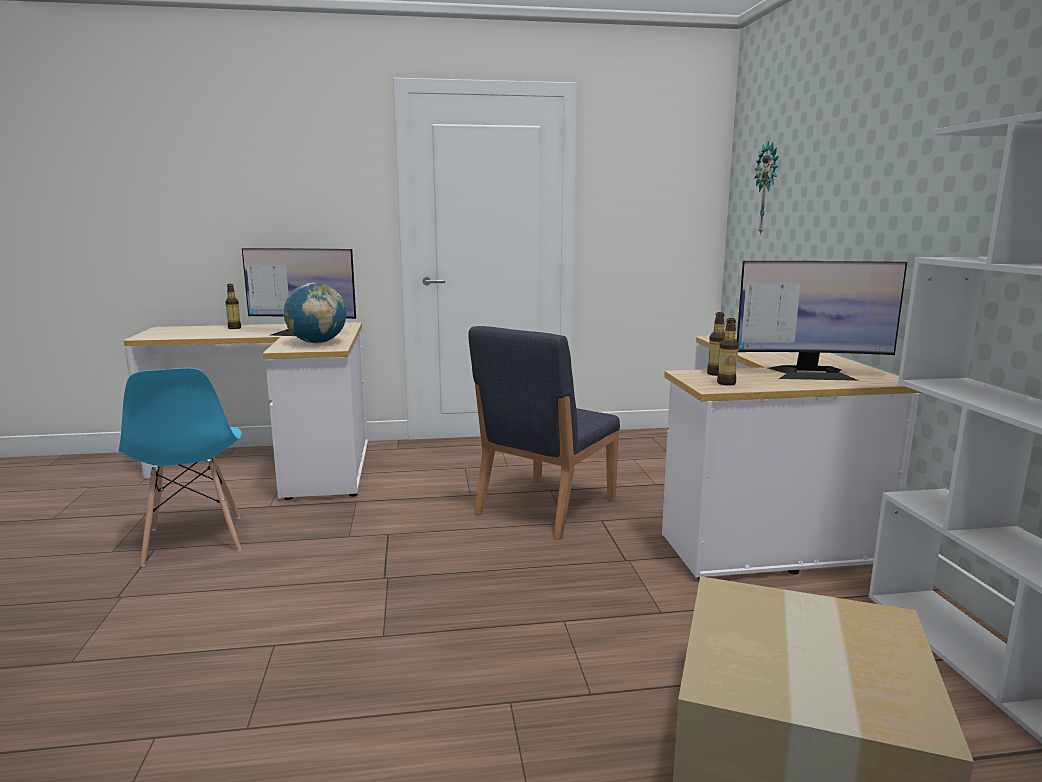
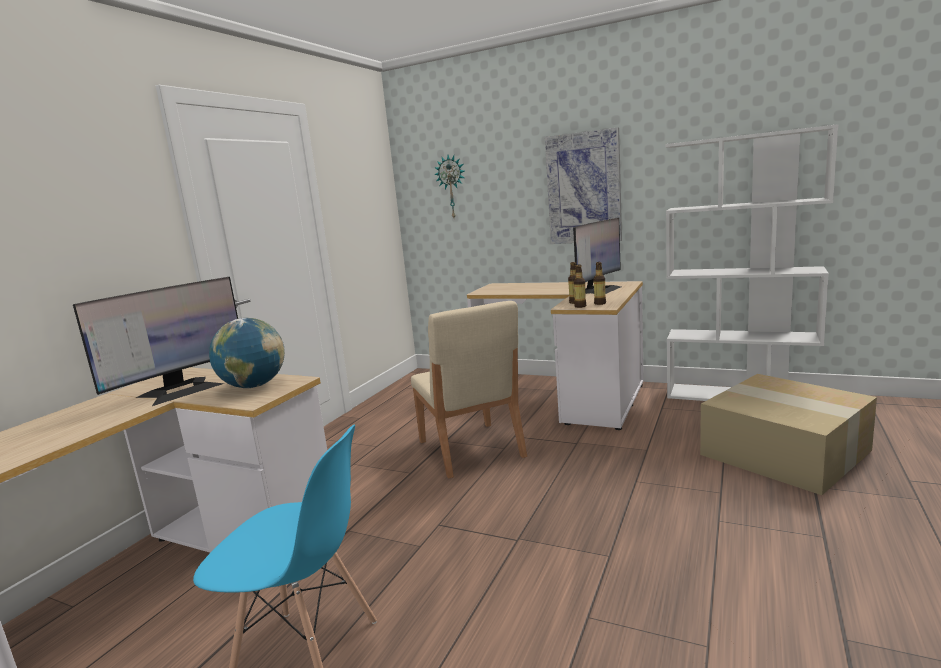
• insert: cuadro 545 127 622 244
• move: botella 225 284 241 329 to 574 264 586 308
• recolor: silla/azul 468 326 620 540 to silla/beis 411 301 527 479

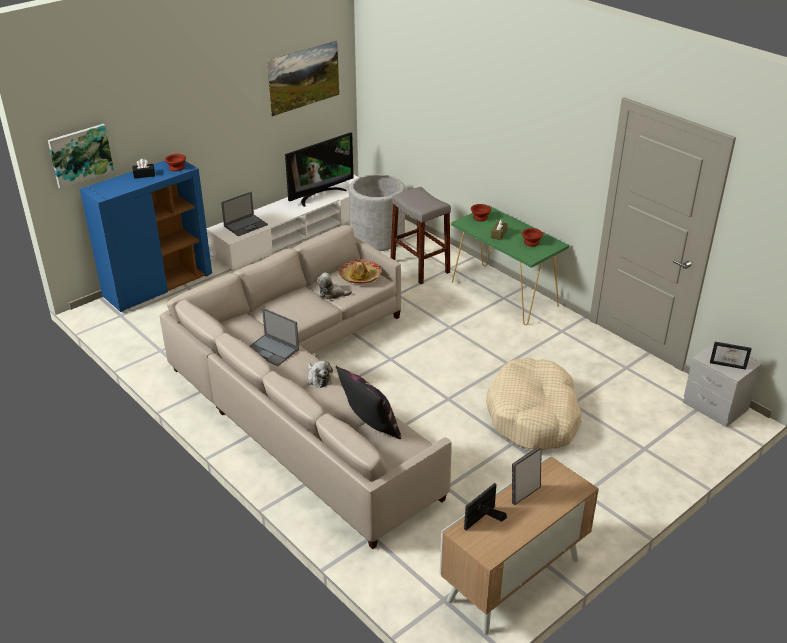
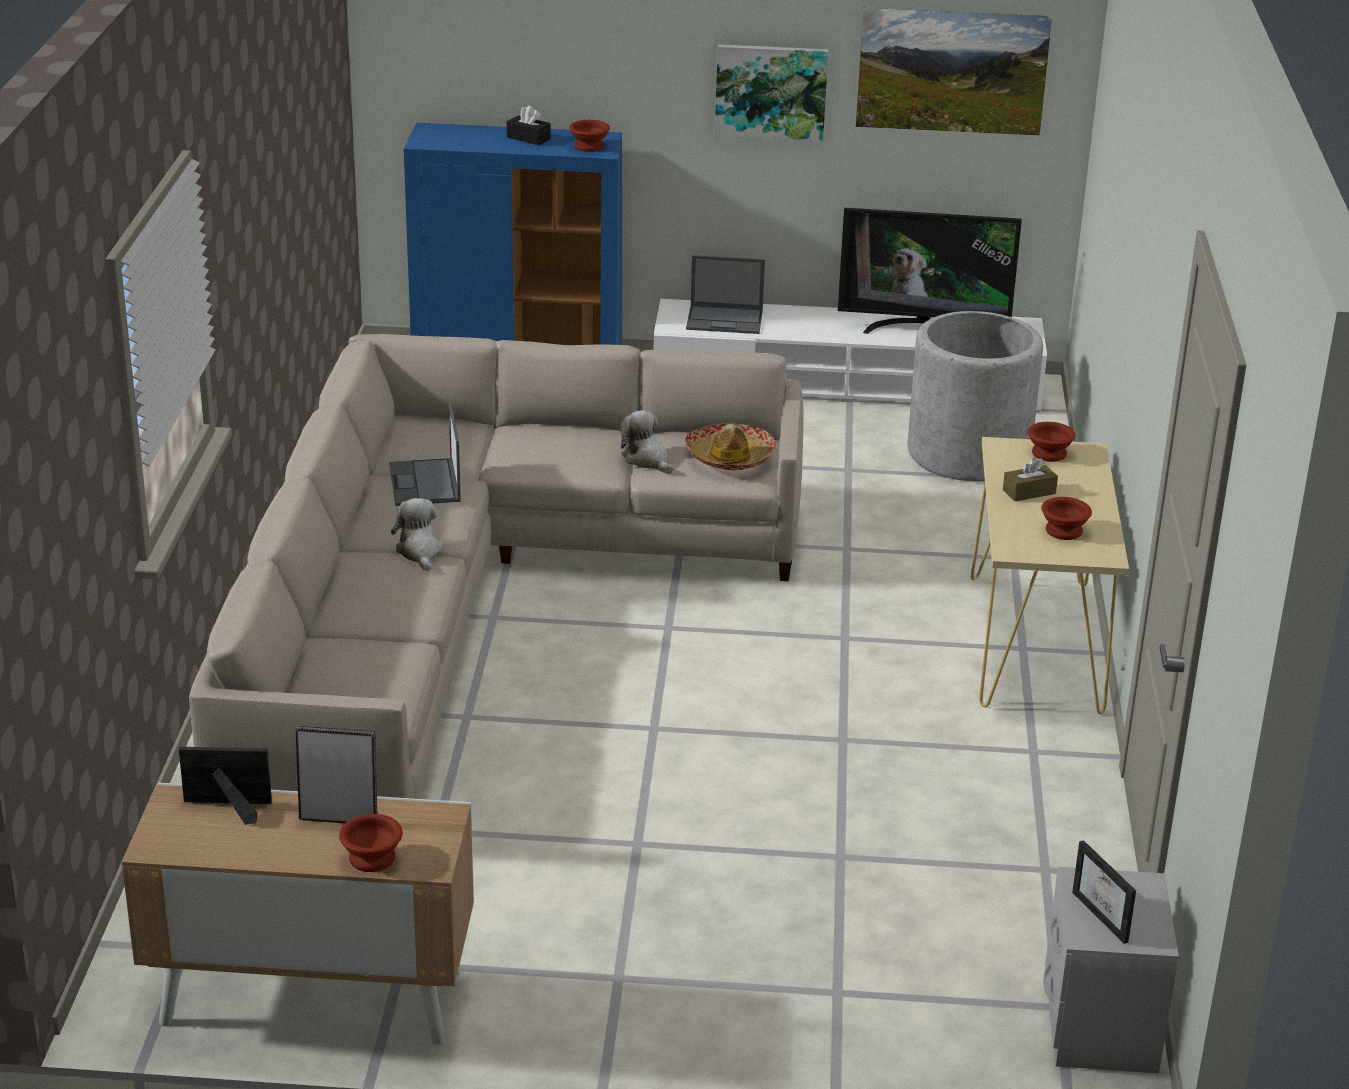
• delete: cojín 336 366 401 439
• delete: taburete/gris 390 187 451 284
• delete: cama para perro/beis 486 358 581 450
• insert: cuenco/marrón 339 814 403 872
• move: cuadro 48 124 114 188 to 715 44 828 142
• recolor: mesa consola/verde 451 205 569 325 to mesa consola/beis 971 437 1129 714
• rotate: peluche 308 361 333 388 = 391 498 444 571 150 degrees clockwise

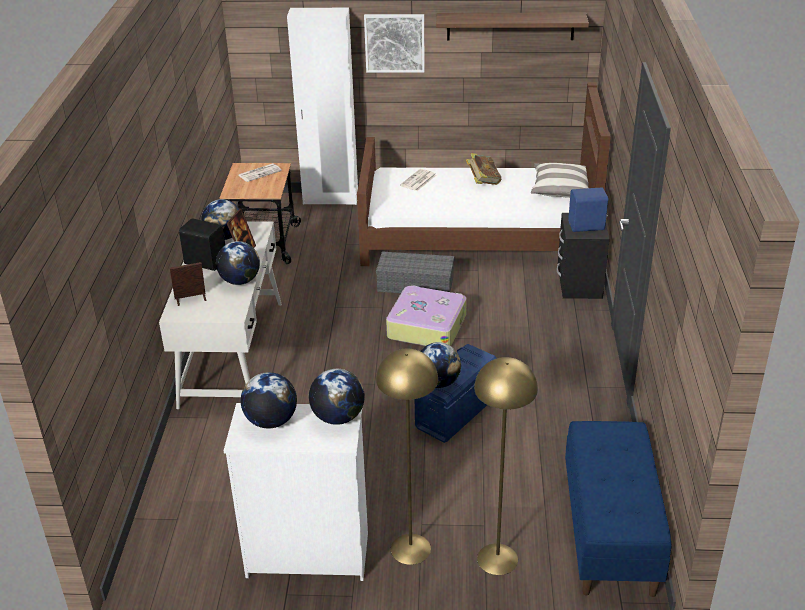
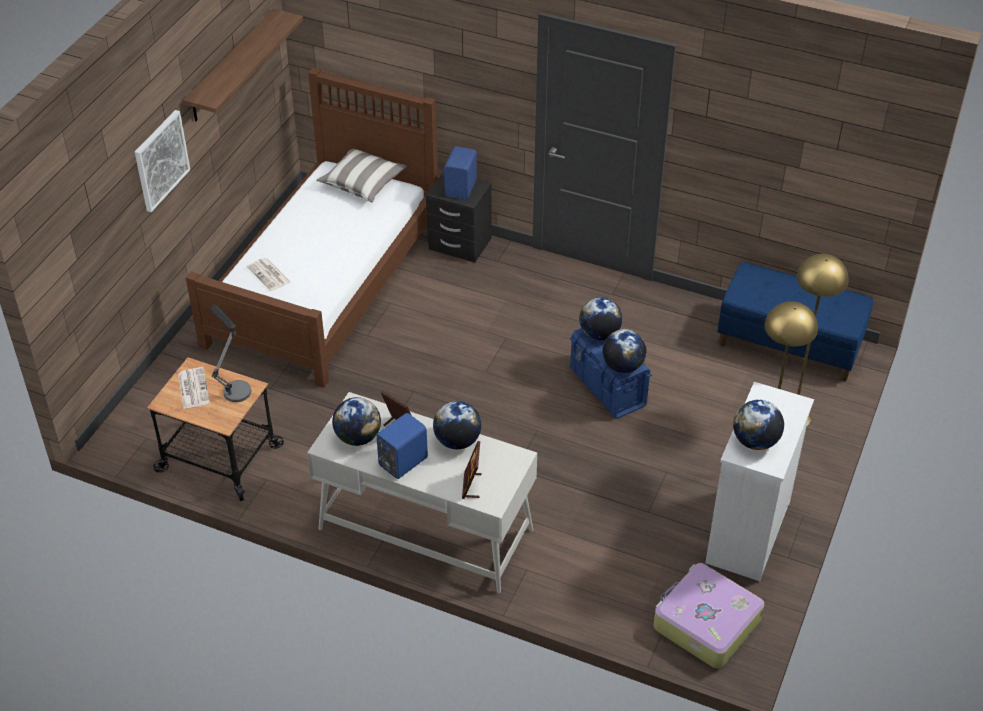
• delete: armario ropero/blanco 287 8 358 205
• delete: caja de almacenaje/gris 376 251 454 293
• delete: libro 466 153 501 185
• insert: lámpara de mesa 211 305 251 402
• move: globo terráqueo 309 369 365 425 to 579 297 622 340
• move: maleta 386 285 467 346 to 653 563 764 669
• recolor: altavoz/negro 179 218 225 271 to altavoz/azul 376 413 428 479

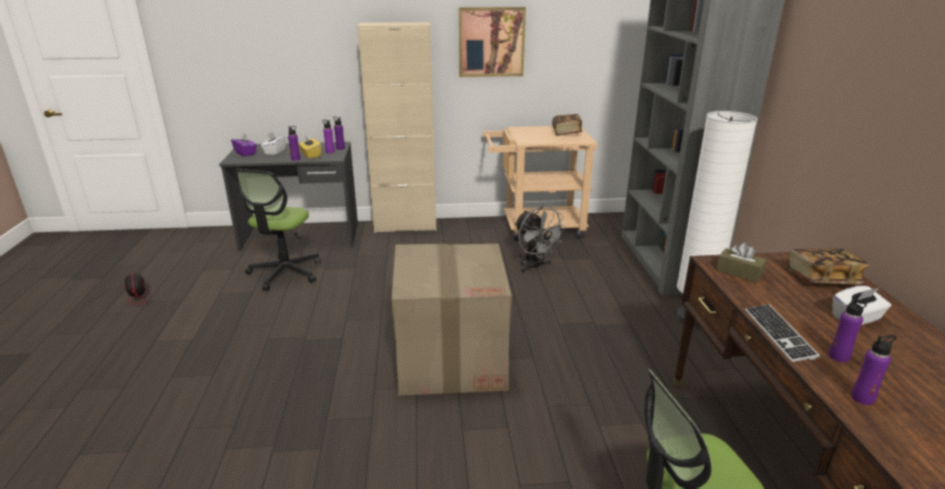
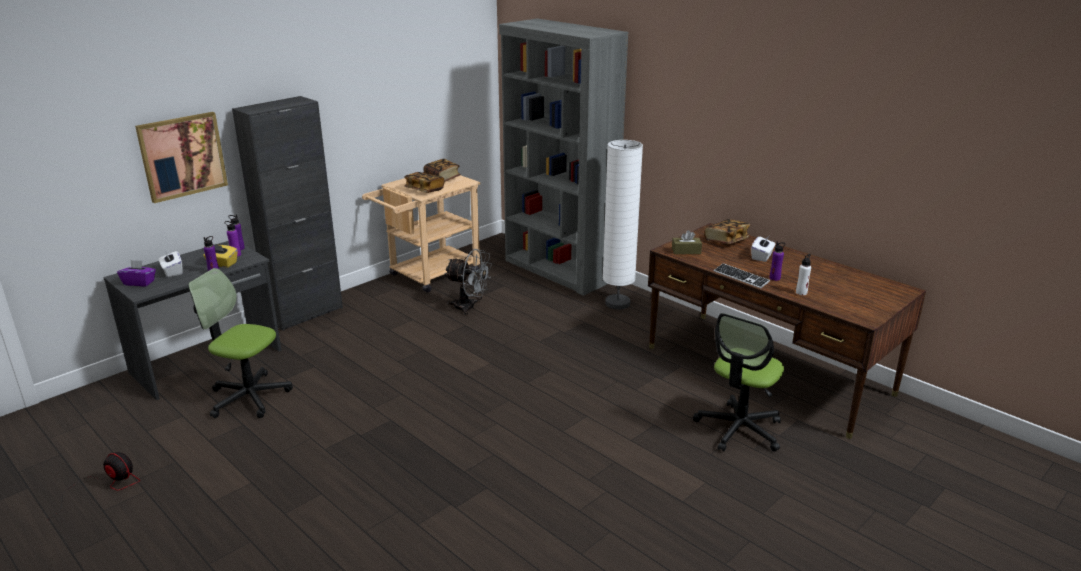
• delete: caja de cartón 391 244 512 396
• insert: libro 404 172 444 193
• move: cuadro 459 7 526 77 to 135 112 228 203
• recolor: armario/beis 357 22 436 233 to armario/negro 232 96 343 331
• recolor: botella/morado 851 335 897 405 to botella/blanco 796 254 811 295
• rotate: silla de oficina 235 169 321 291 = 188 268 293 418 135 degrees clockwise

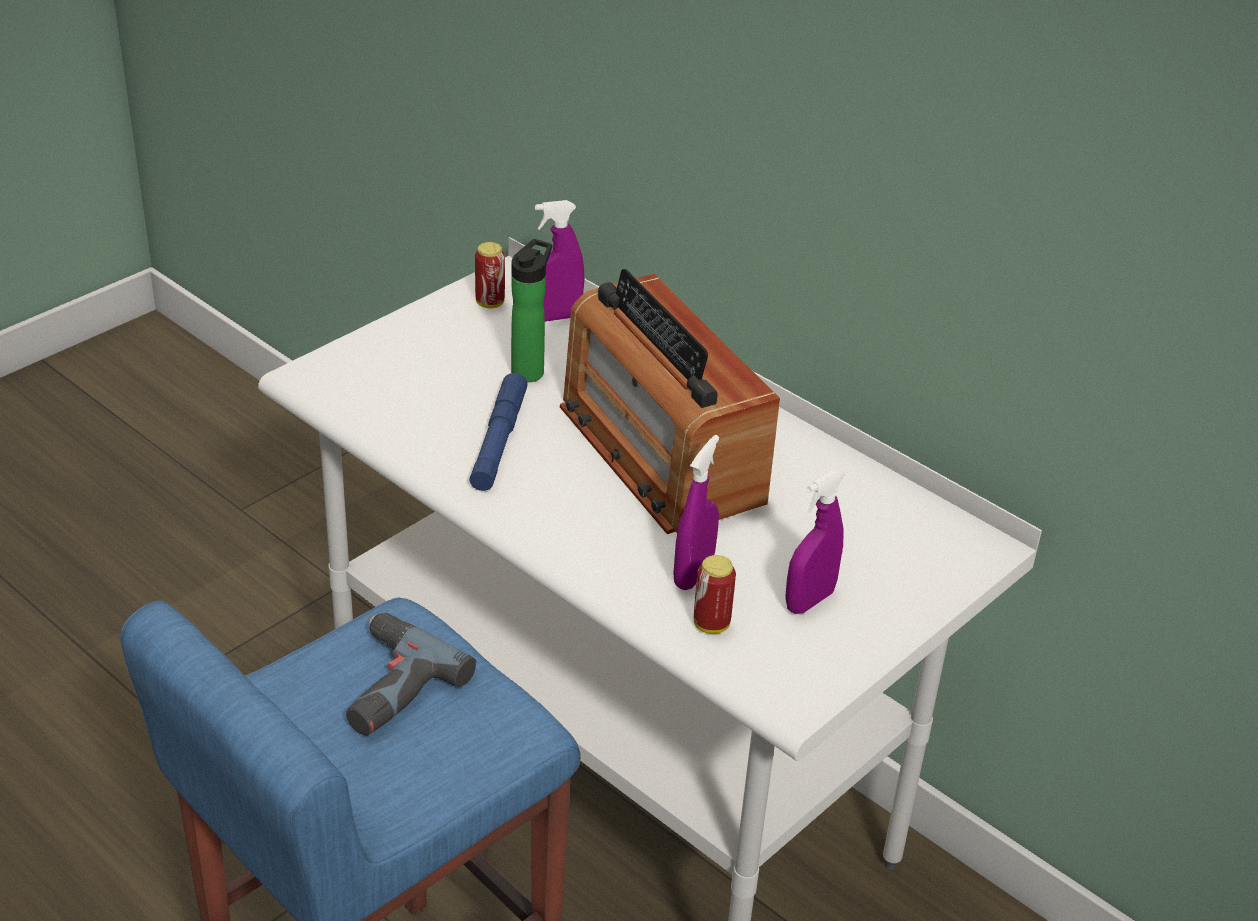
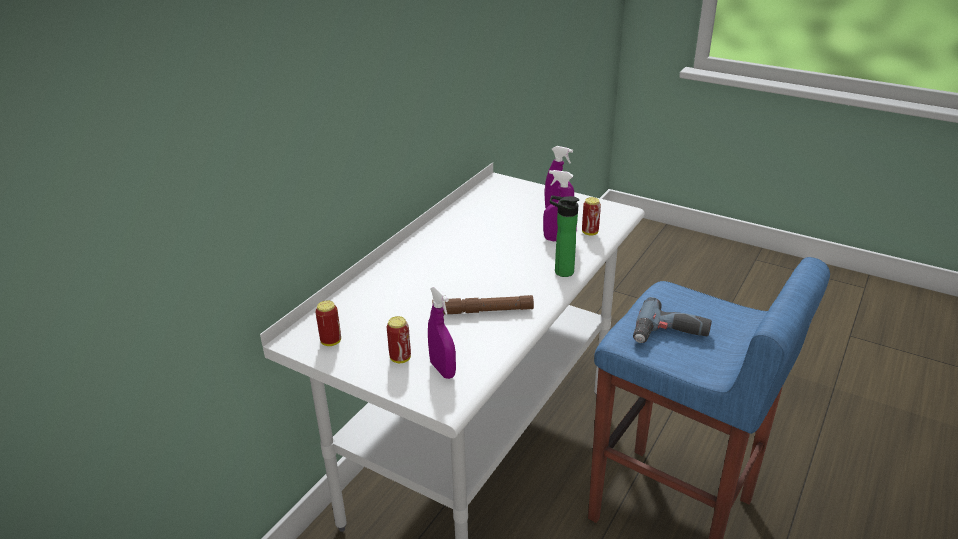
• delete: radio 560 269 780 534
• insert: lata 387 316 411 363
• move: botella 511 239 552 382 to 550 196 579 277
• move: pulverizador/morado 535 200 585 322 to 428 286 456 379
• recolor: linterna/azul 469 373 528 491 to linterna/marrón 432 295 534 315

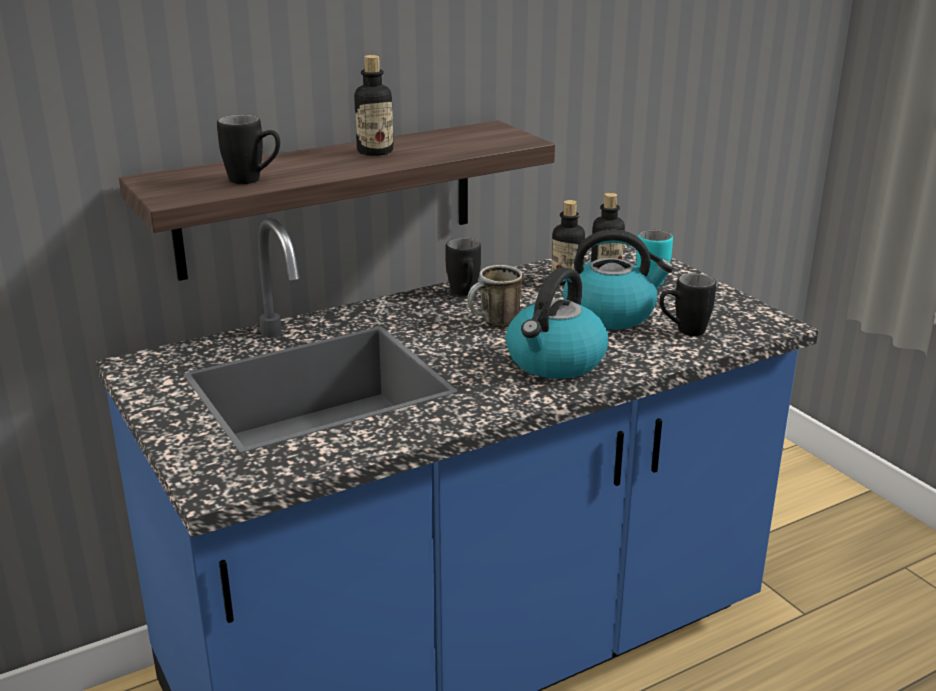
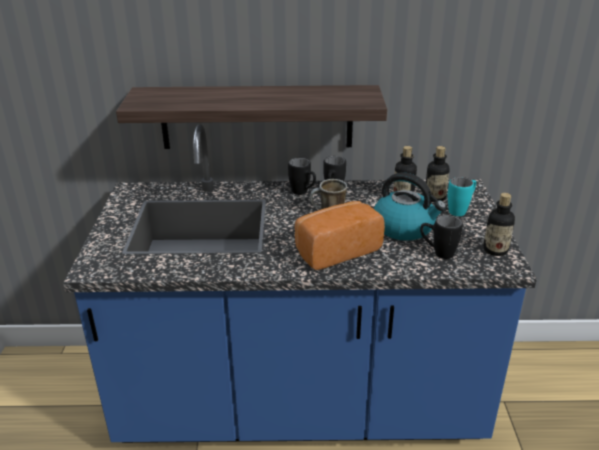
• move: taza grande/negro 217 115 280 184 to 288 158 316 195
• move: botella 355 55 393 156 to 483 193 515 256
• replace: hervidor 506 267 608 379 to pan 295 201 385 270

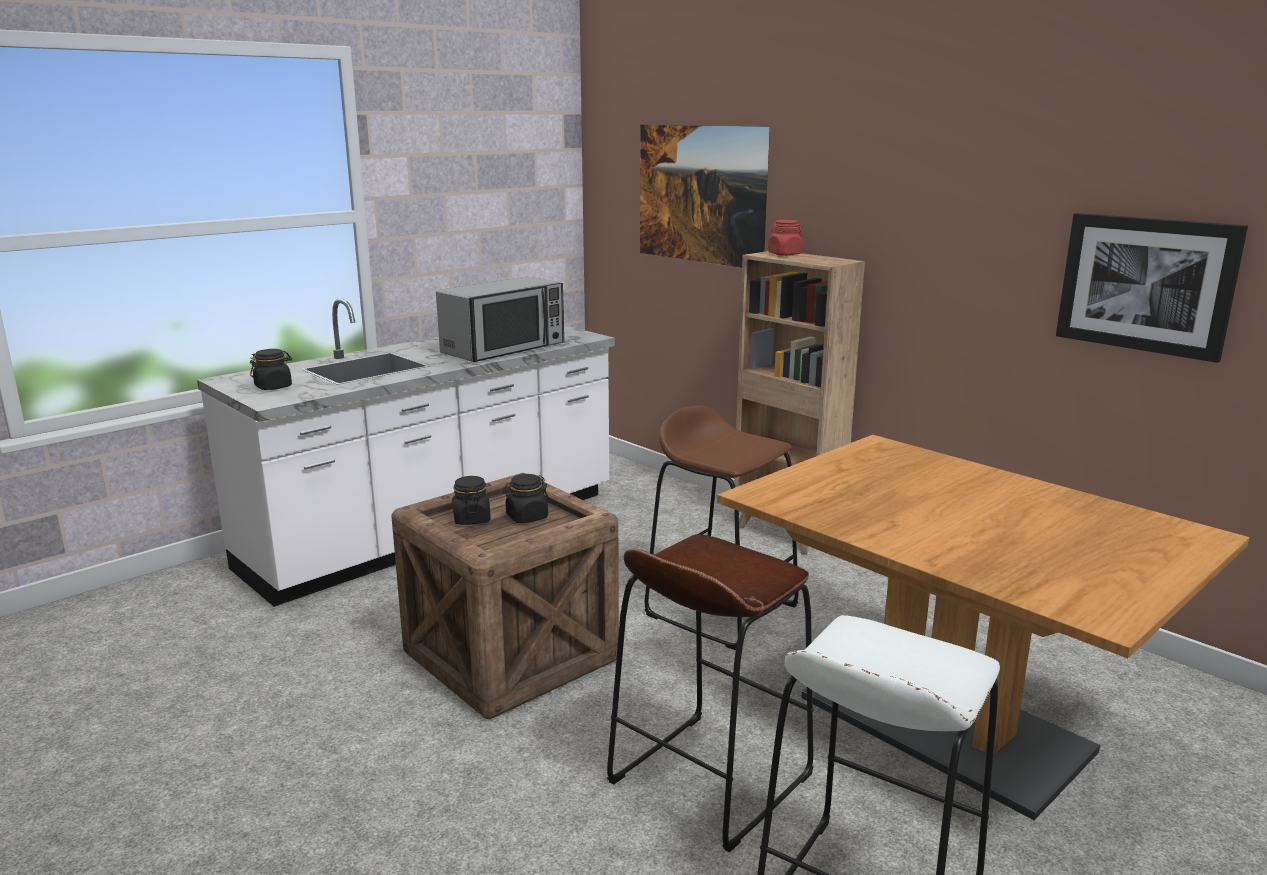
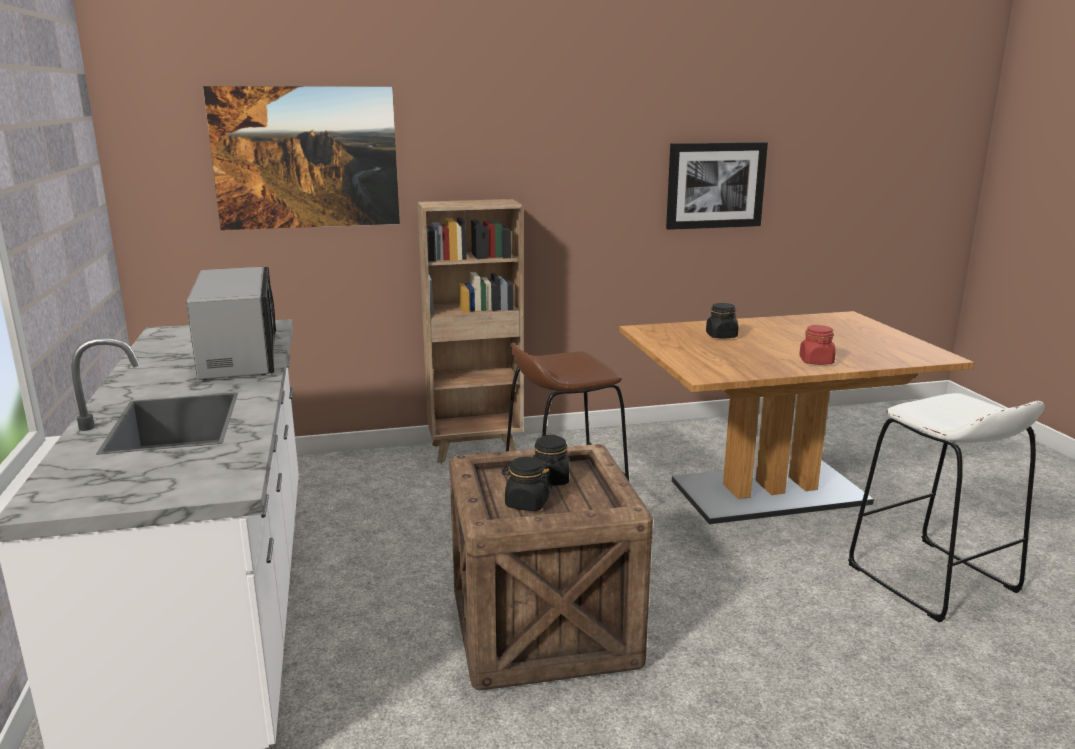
• delete: taburete/marrón 607 534 814 853
• move: tarro/negro 250 349 292 390 to 706 303 738 339
• move: tarro/rojo 768 220 803 256 to 799 325 836 365

